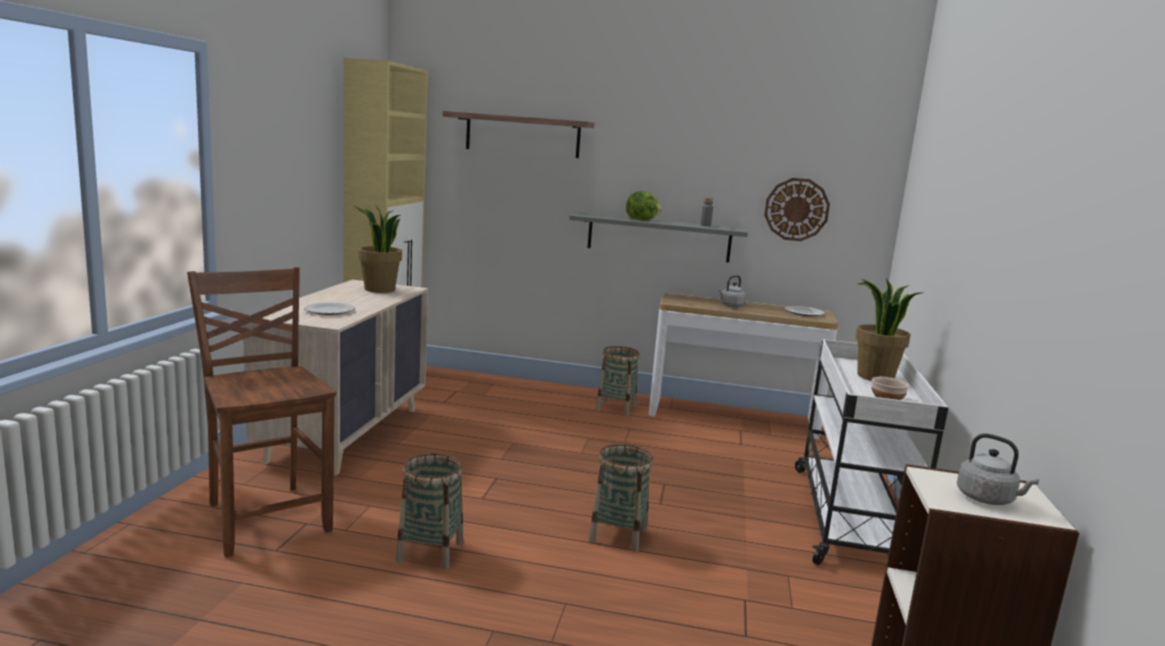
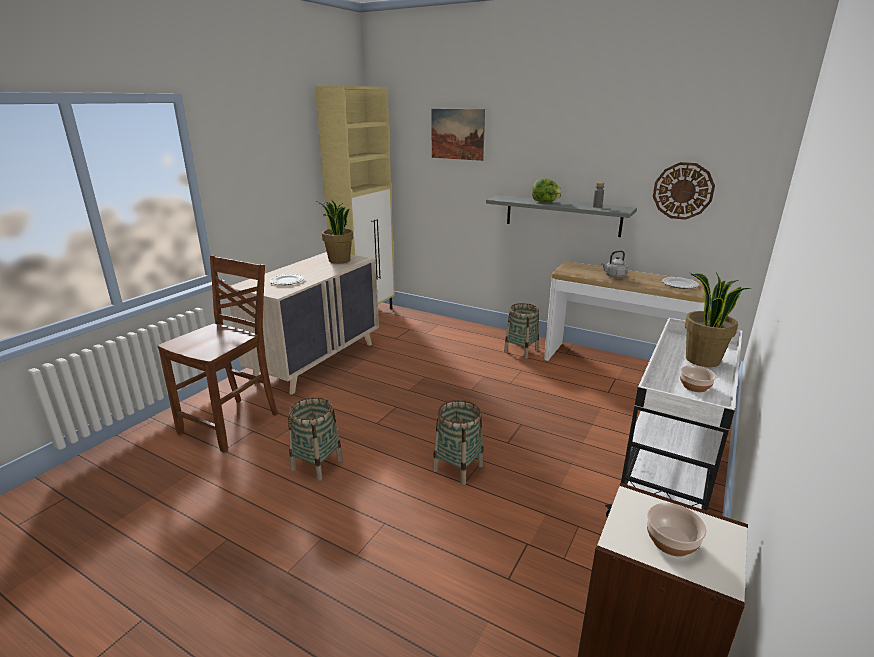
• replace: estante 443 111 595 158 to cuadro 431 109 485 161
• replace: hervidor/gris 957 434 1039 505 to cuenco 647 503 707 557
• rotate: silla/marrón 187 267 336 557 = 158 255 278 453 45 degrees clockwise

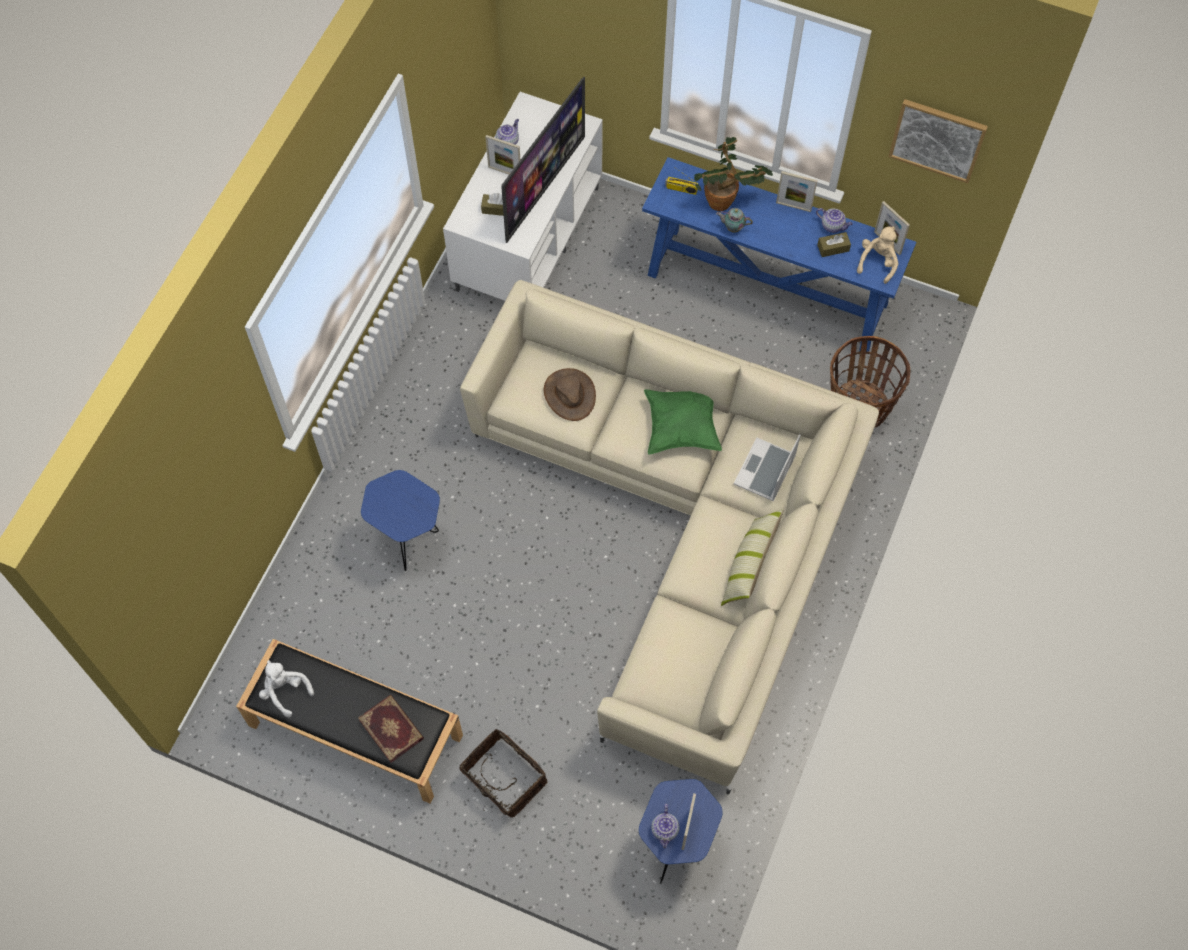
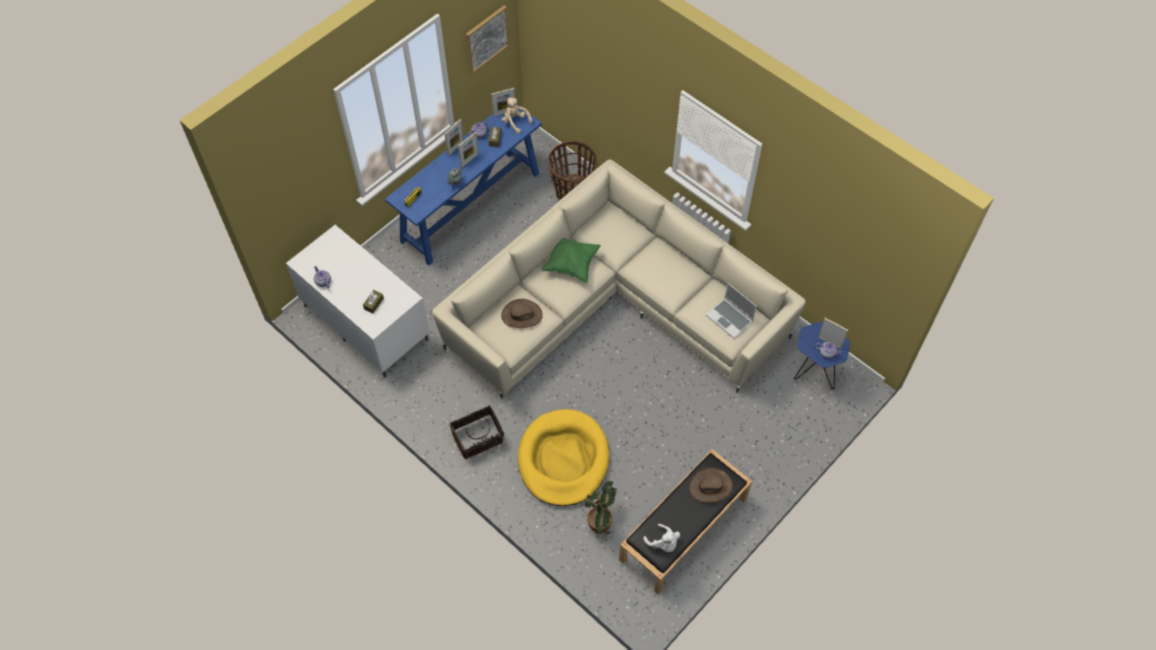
• delete: televisor 501 77 585 243
• delete: cojín 721 508 784 606
• move: cesta 460 729 548 821 to 450 406 505 459
• move: portarretratos 485 135 520 174 to 458 132 479 167
• move: planta en maceta 694 137 773 211 to 585 481 616 534
• move: portátil 734 434 801 501 to 706 283 757 338
• replace: libro 358 695 424 763 to sombrero/marrón 689 468 733 503
• replace: mesa auxiliar/azul 361 470 440 571 to cama para perro/amarillo 518 409 609 506
• rotate: peluche/blanco 259 660 314 717 = 643 524 680 552 105 degrees counterclockwise

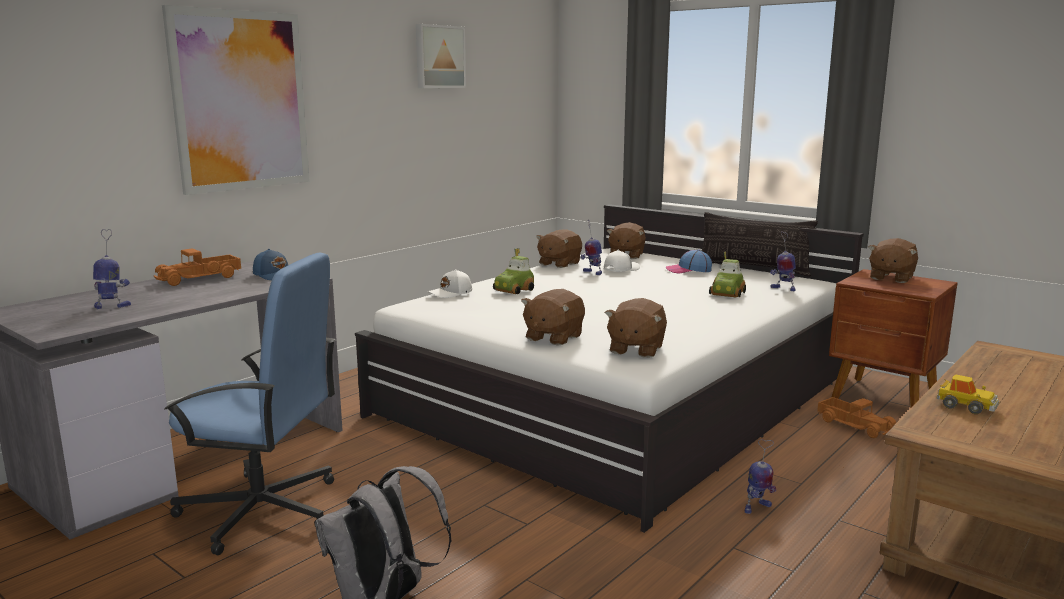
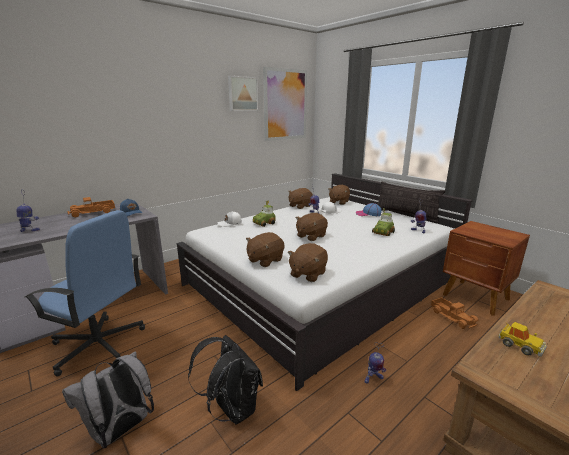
• insert: mochila/negro 188 335 263 425
• move: cuadro 162 5 310 195 to 263 67 307 141
• move: peluche/marrón 868 238 918 283 to 296 213 328 241

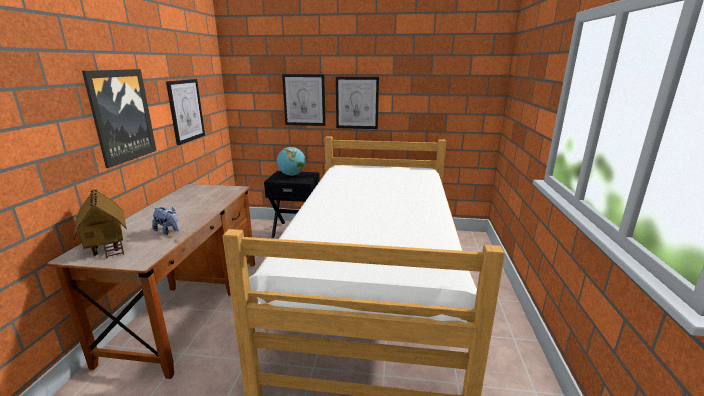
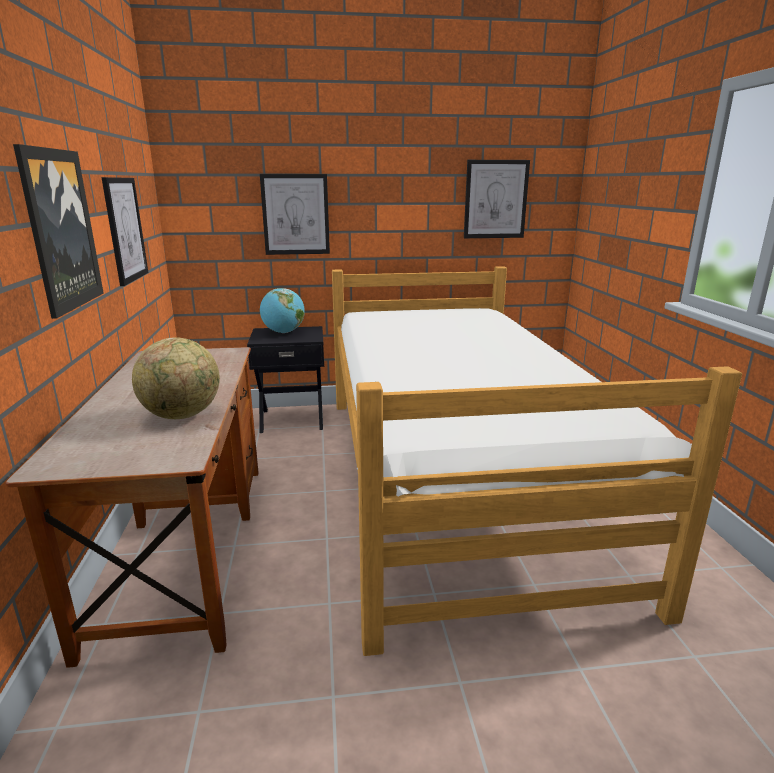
• delete: casita 74 189 127 259
• move: cuadro 336 77 379 129 to 464 160 530 238
• replace: peluche 152 207 179 235 to globo terráqueo 132 337 220 419

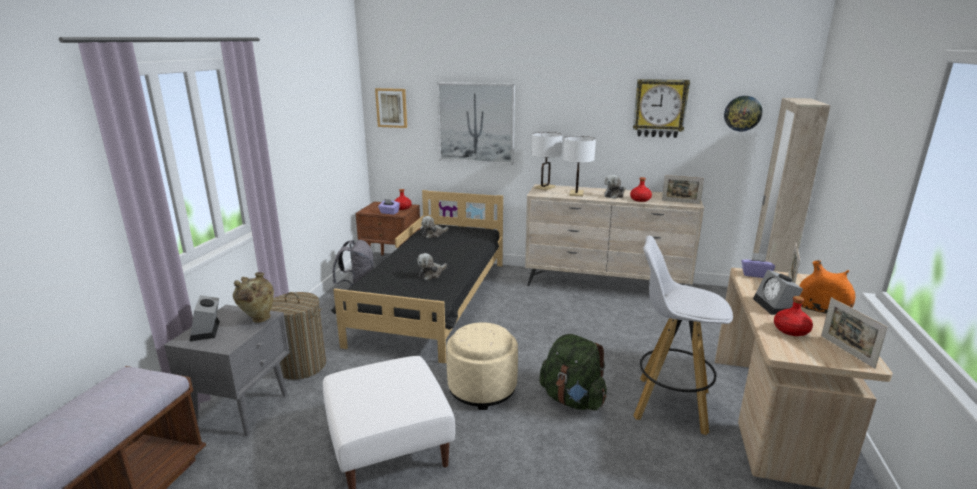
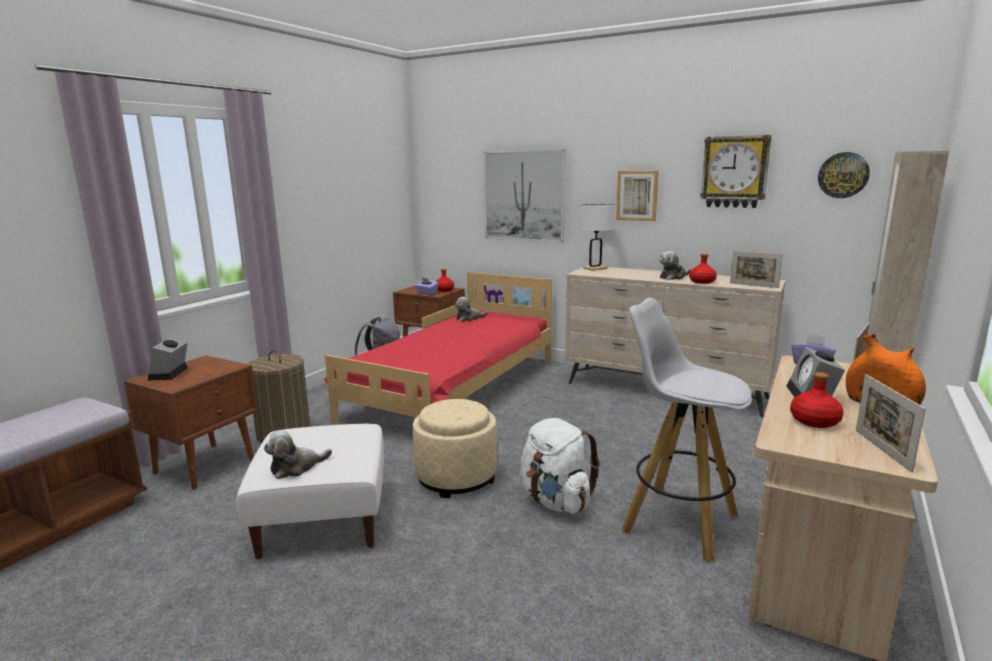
• delete: florero/beis 233 272 274 323
• delete: lámpara de mesa/blanco 563 136 596 197
• move: cuadro 375 88 407 128 to 616 171 659 221
• move: peluche 417 253 447 280 to 264 430 332 479
• recolor: mesita de noche/gris 164 305 290 436 to mesita de noche/marrón 124 355 258 489
• recolor: cama/negro 331 190 503 364 to cama/rojo 324 272 552 424
• recolor: mochila/verde 539 334 607 411 to mochila/blanco 520 418 600 514

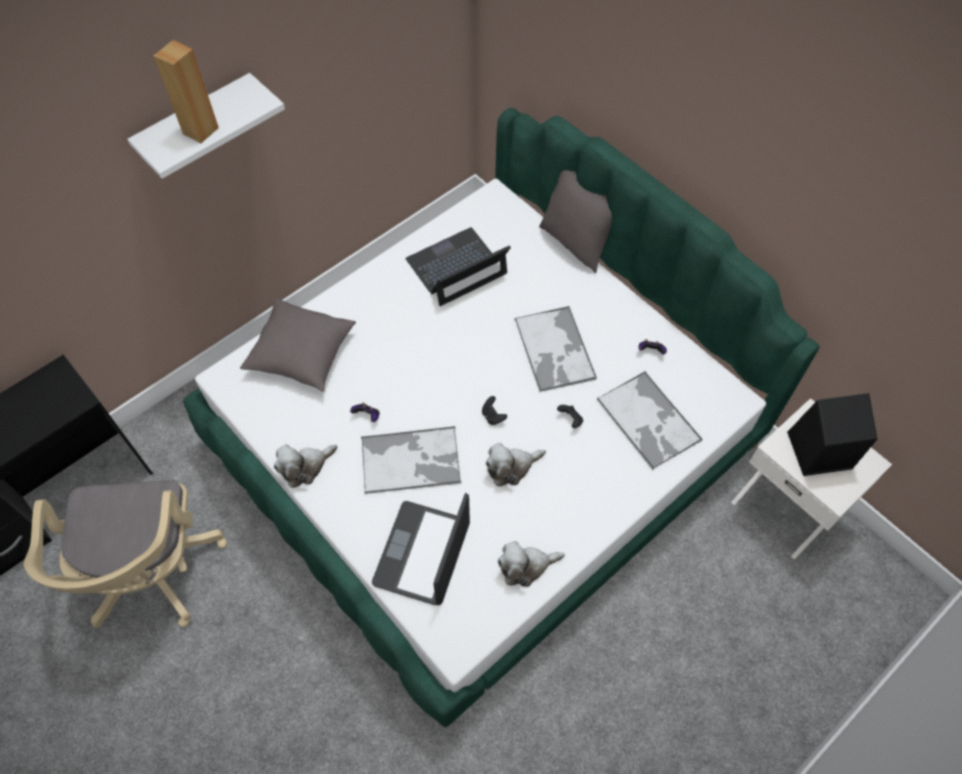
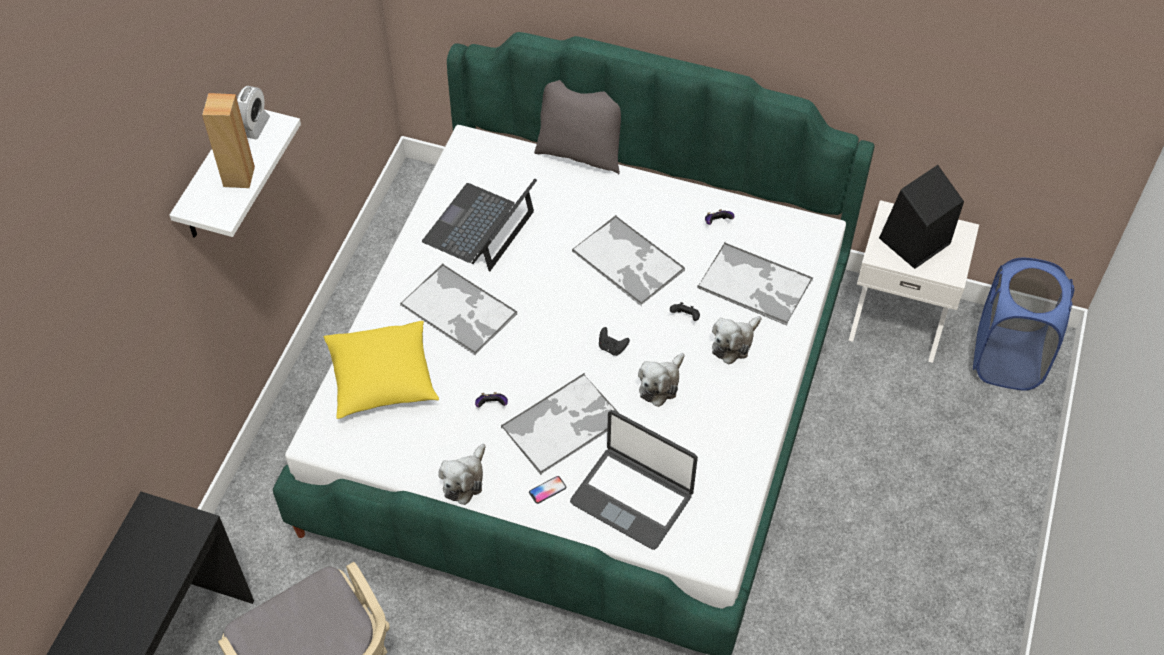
• insert: despertador 237 86 270 139
• insert: bandeja 400 264 517 356
• insert: móvil 529 476 566 504
• insert: cesto de la ropa/azul 973 258 1074 391
• move: peluche 497 541 565 587 to 712 316 761 365
• recolor: cojín/gris 240 298 356 392 to cojín/amarillo 323 321 439 419
• rotate: portátil 372 493 470 605 = 570 410 698 550 45 degrees counterclockwise

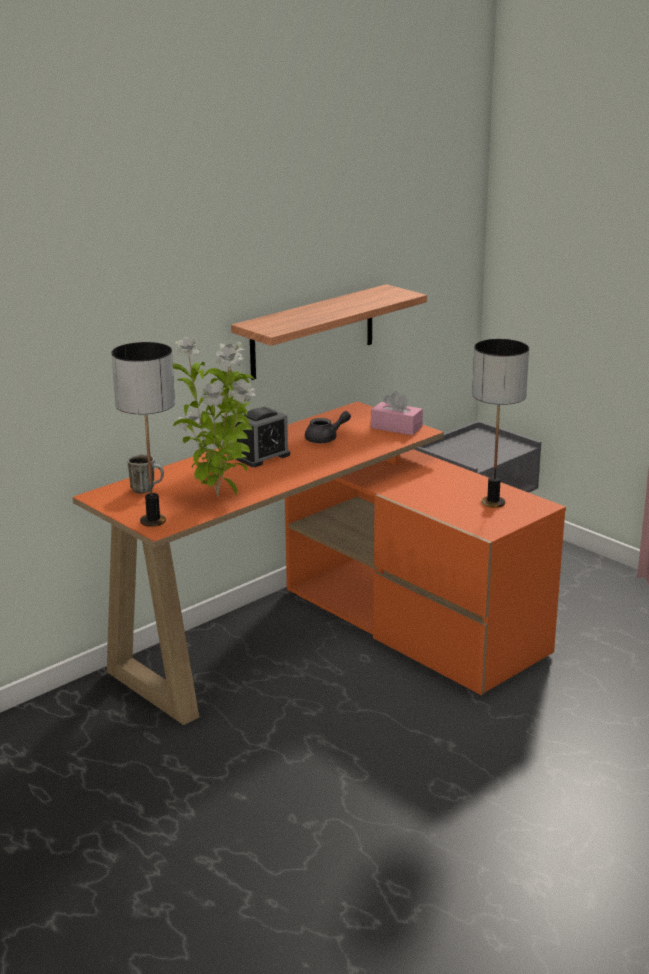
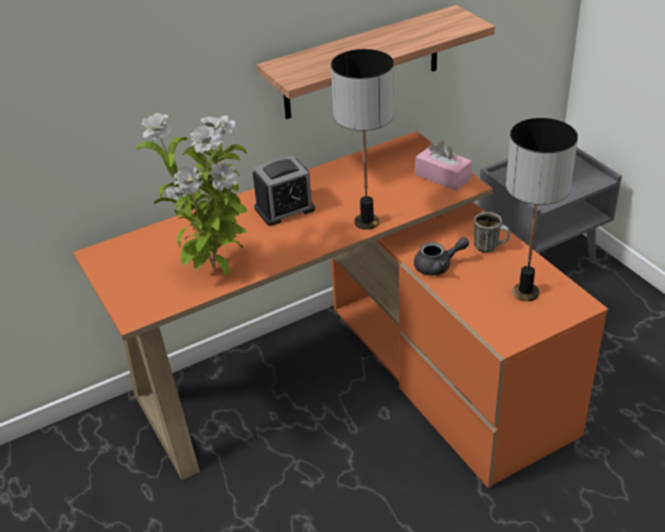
• move: lámpara de mesa 111 342 175 527 to 331 49 394 230
• move: taza grande 127 454 164 494 to 474 212 510 253
• move: tetera/gris 305 411 351 443 to 414 237 469 276

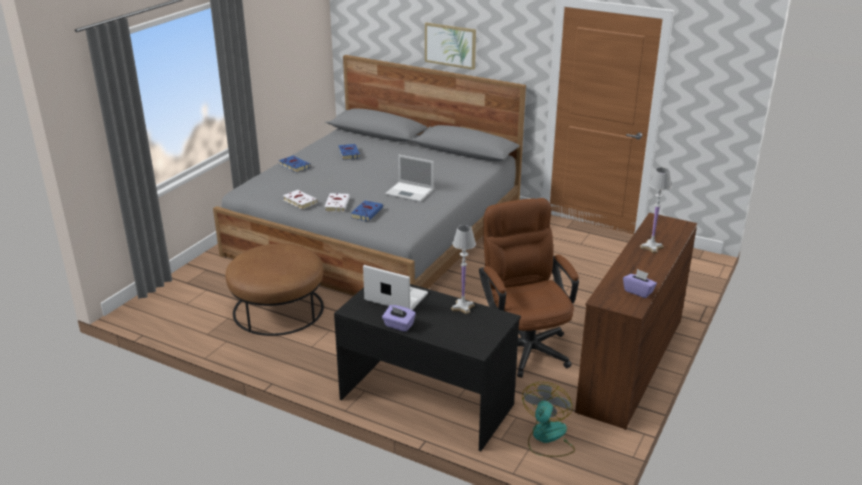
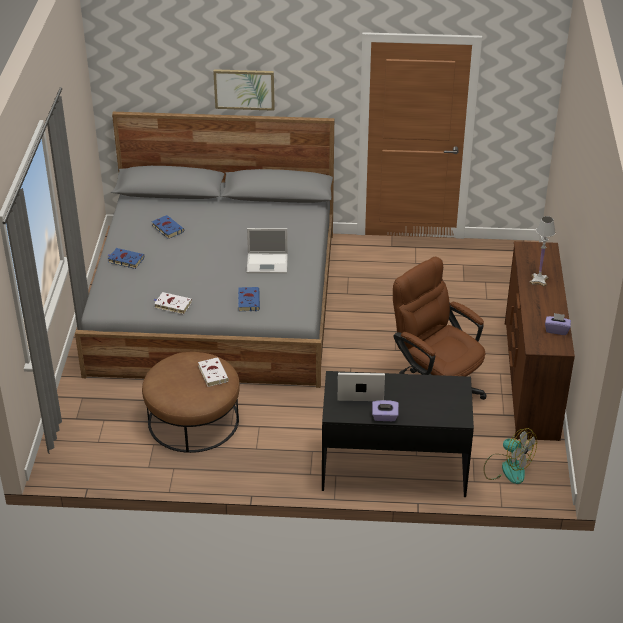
• delete: lámpara de mesa/blanco 451 225 476 314
• move: libro/blanco 324 193 350 212 to 198 357 229 387
• rotate: ventilador 522 382 575 457 = 484 428 537 484 135 degrees clockwise

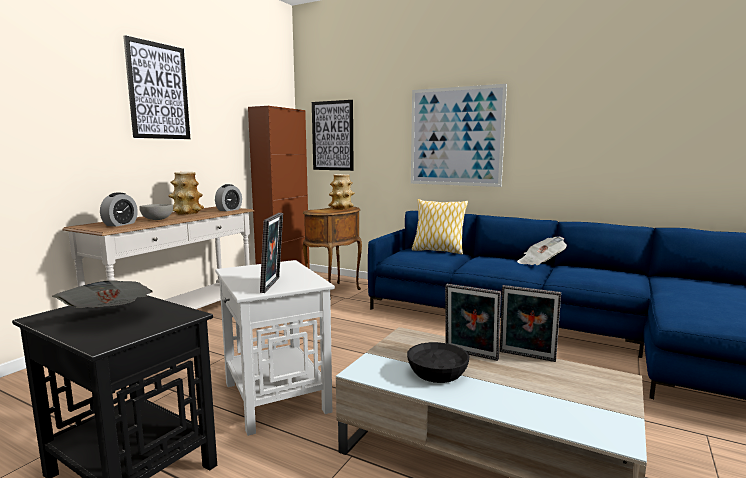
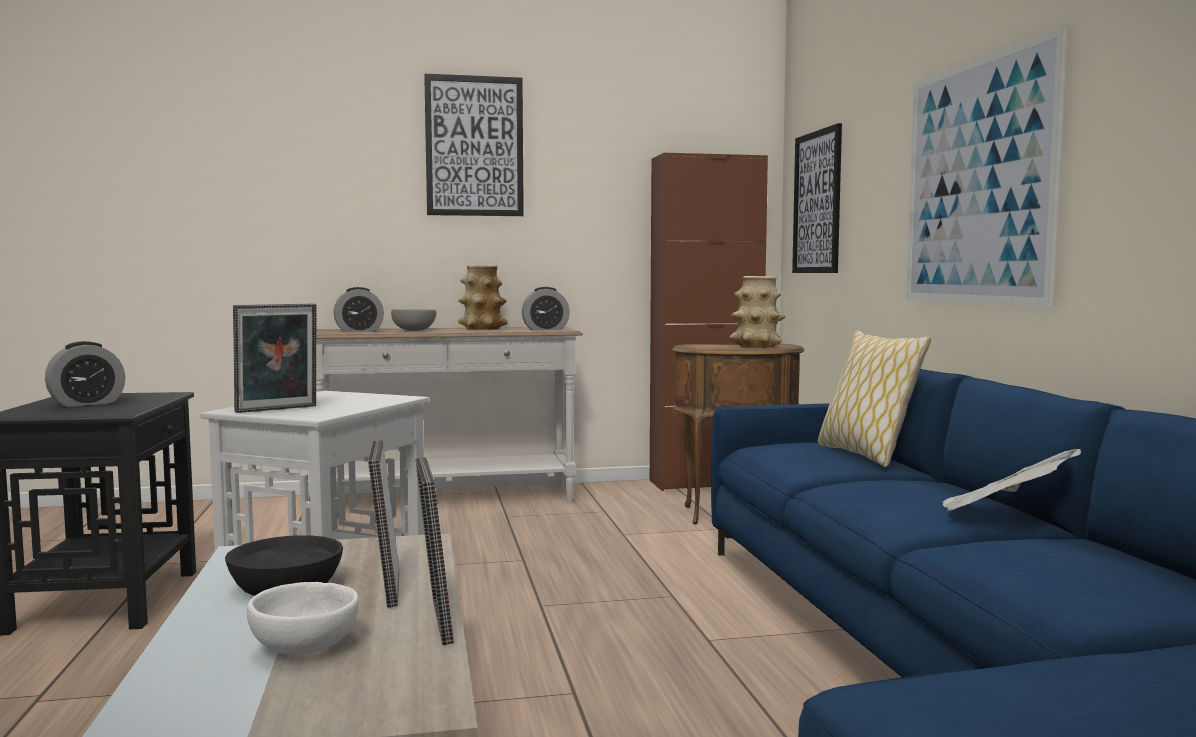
• insert: cuenco/blanco 247 582 359 655
• replace: periódico 52 280 153 308 to despertador 45 341 125 407

